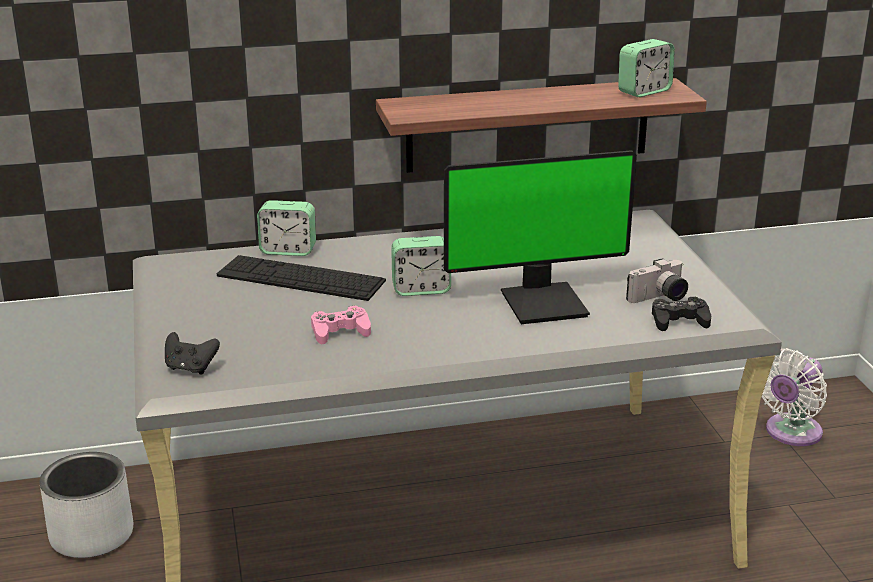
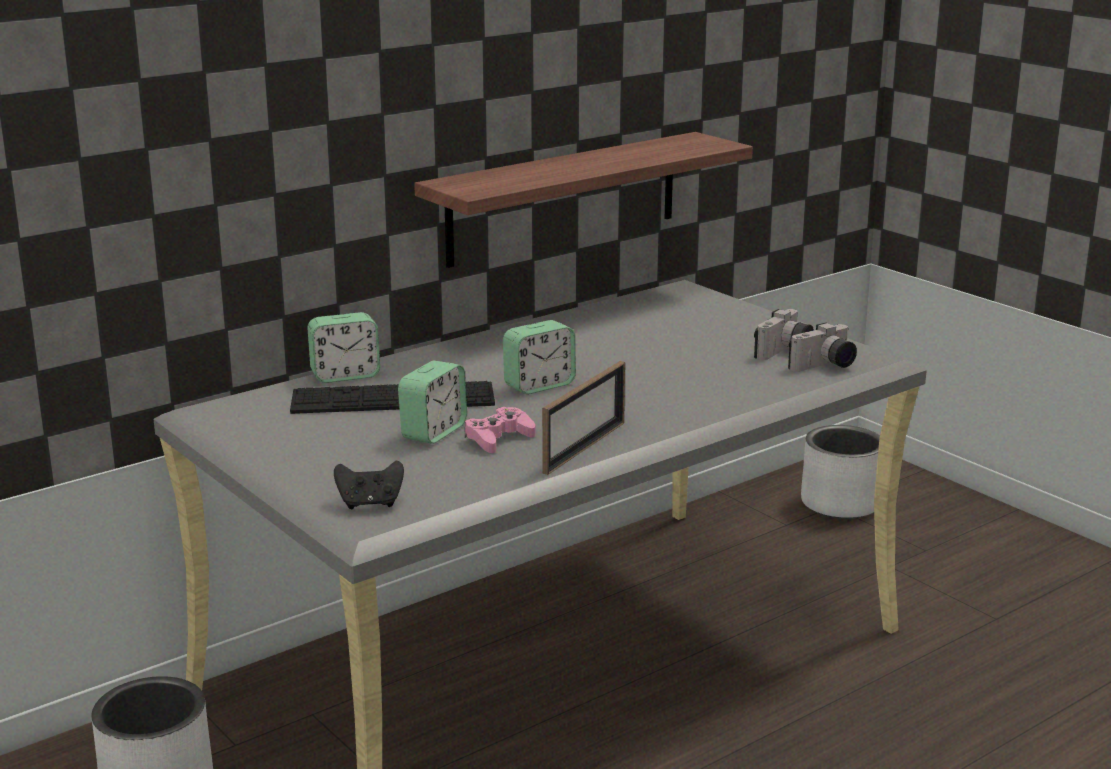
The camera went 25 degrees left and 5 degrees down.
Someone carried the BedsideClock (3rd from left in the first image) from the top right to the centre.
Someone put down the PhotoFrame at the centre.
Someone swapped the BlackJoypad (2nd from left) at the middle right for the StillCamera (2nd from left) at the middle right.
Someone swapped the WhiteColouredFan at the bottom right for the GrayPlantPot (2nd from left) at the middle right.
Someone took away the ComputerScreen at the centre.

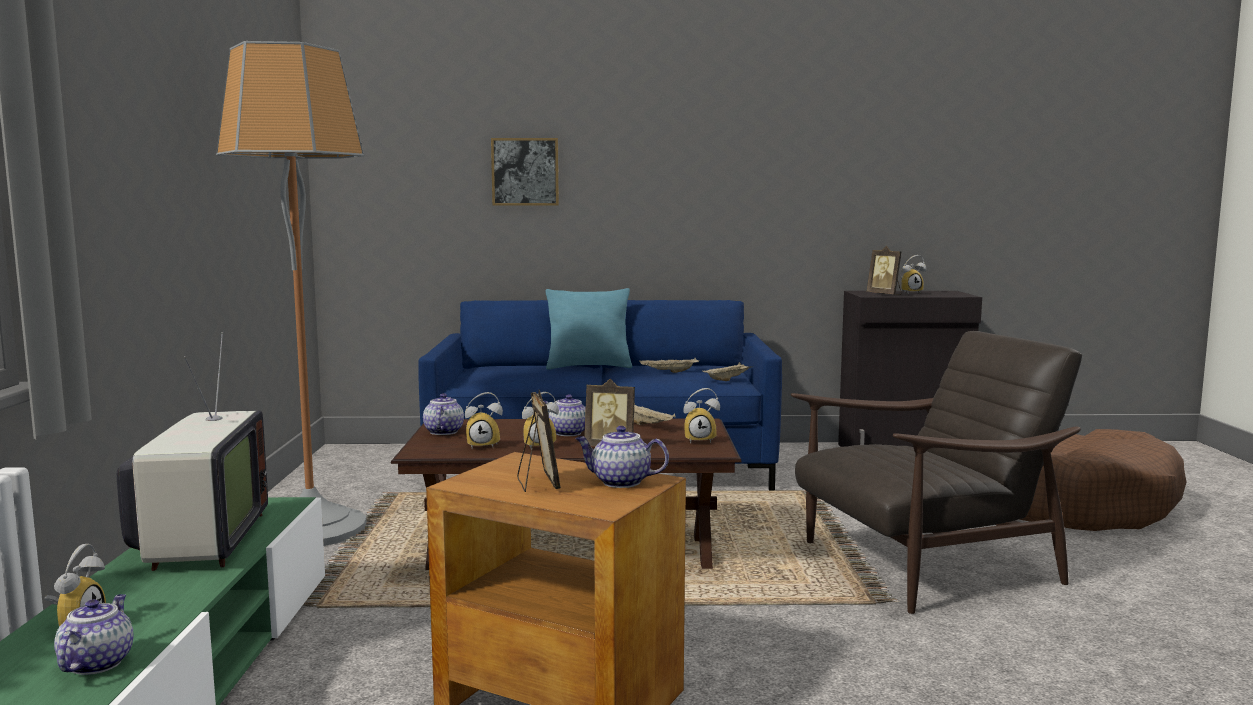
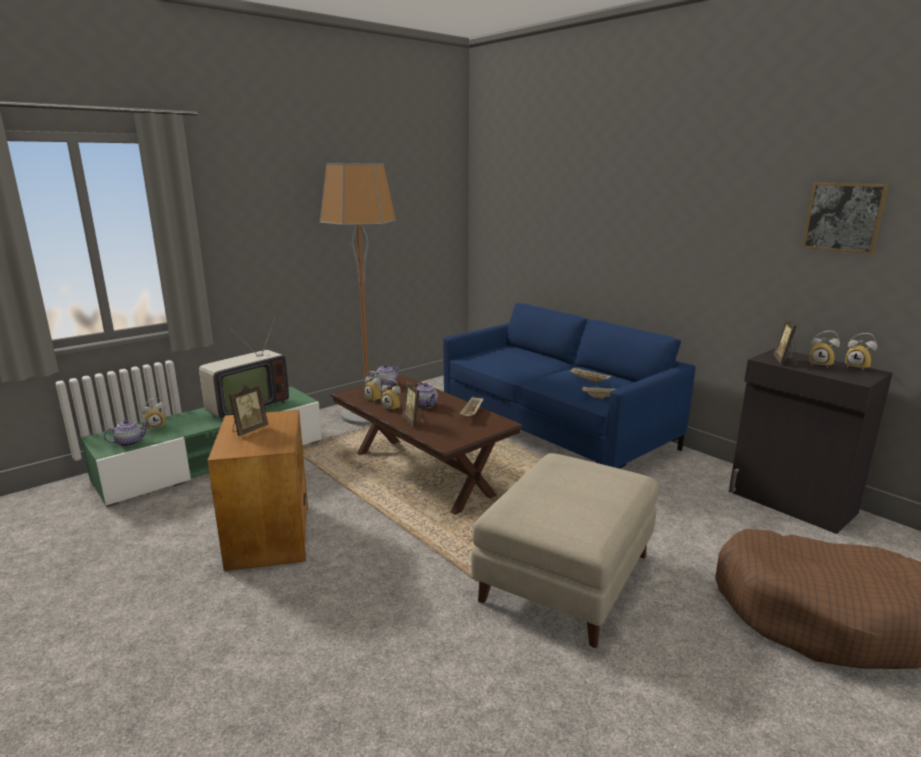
The camera went 50 degrees right and 10 degrees up.
Someone swapped the BrownEasyChair at the bottom right for the BeigeOttoman at the bottom centre.
Someone carried the Picture from the top centre to the top right.
Someone carried the BedsideClock (4th from left in the first image) from the centre to the middle right.
Someone took away the BlueGreenPillow at the centre.
Someone took away the TeaPot (4th from left) at the centre.

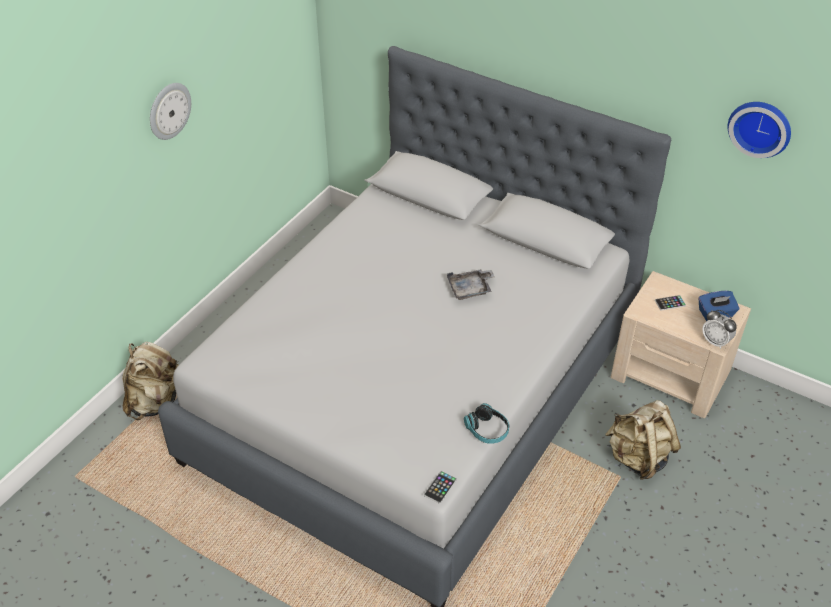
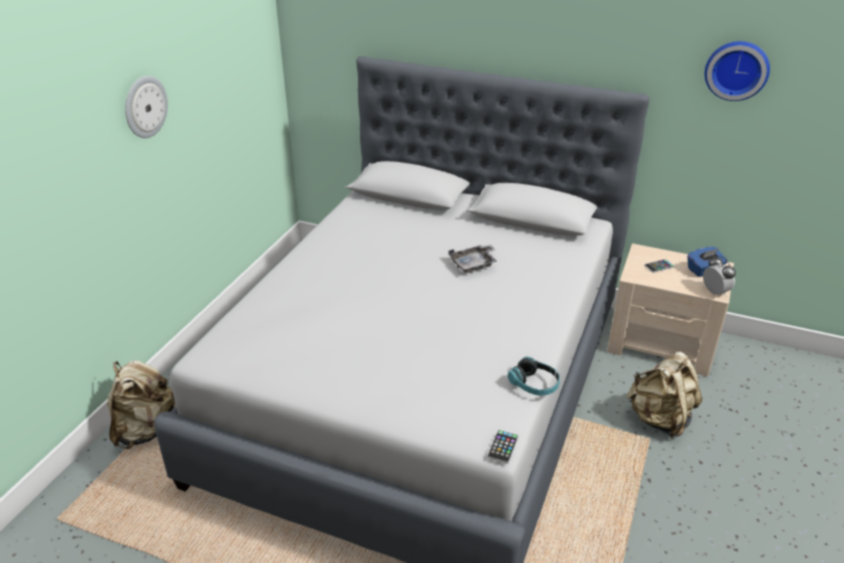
The camera went 10 degrees left and 10 degrees down.
Someone rotated the BedsideClock at the middle right by 150 degrees counterclockwise.

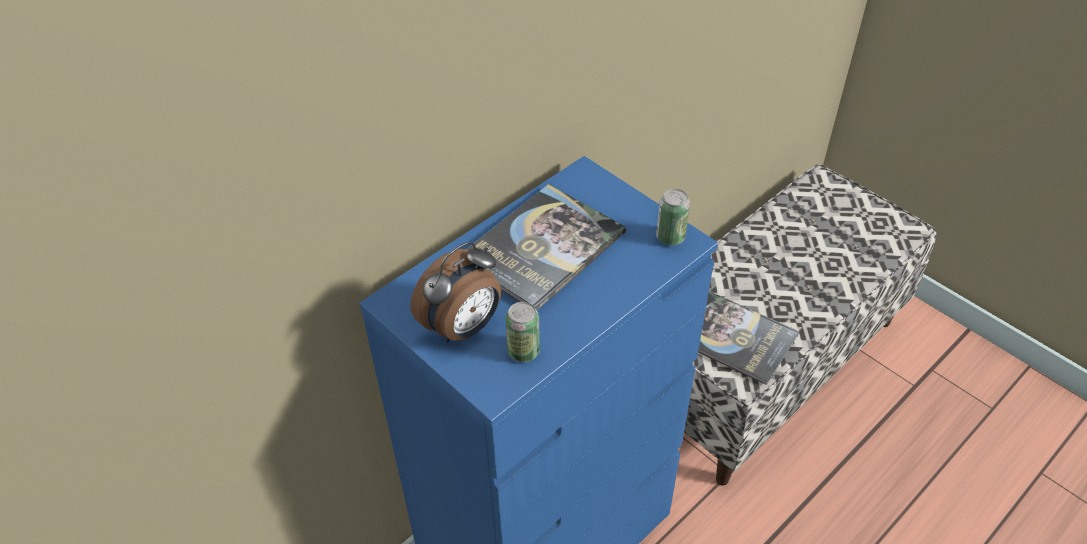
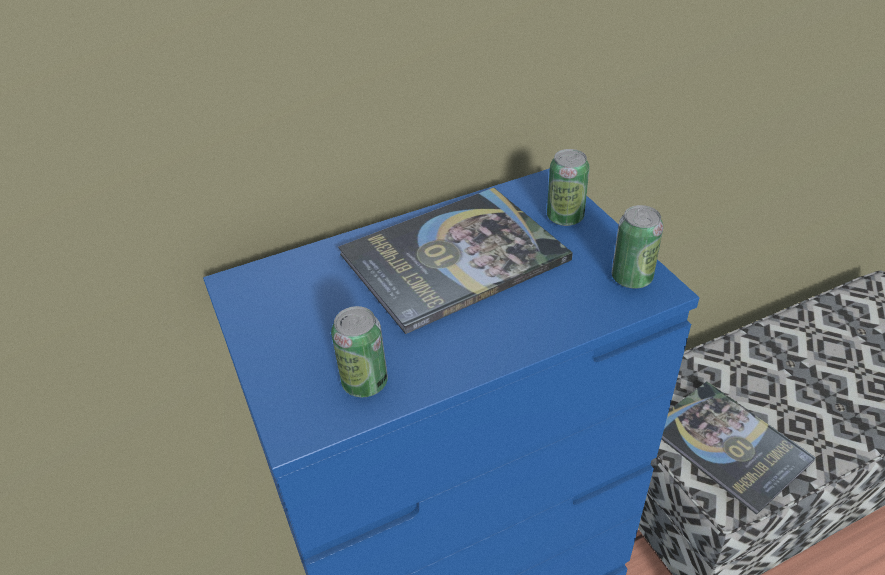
The camera went 20 degrees right and 5 degrees down.
Someone put down the SealedCan (2nd from left) at the top centre.
Someone took away the BedsideClock at the centre.

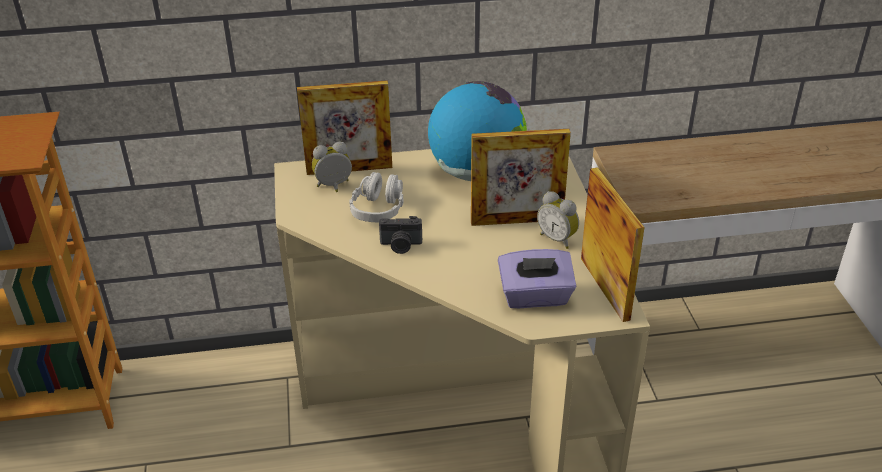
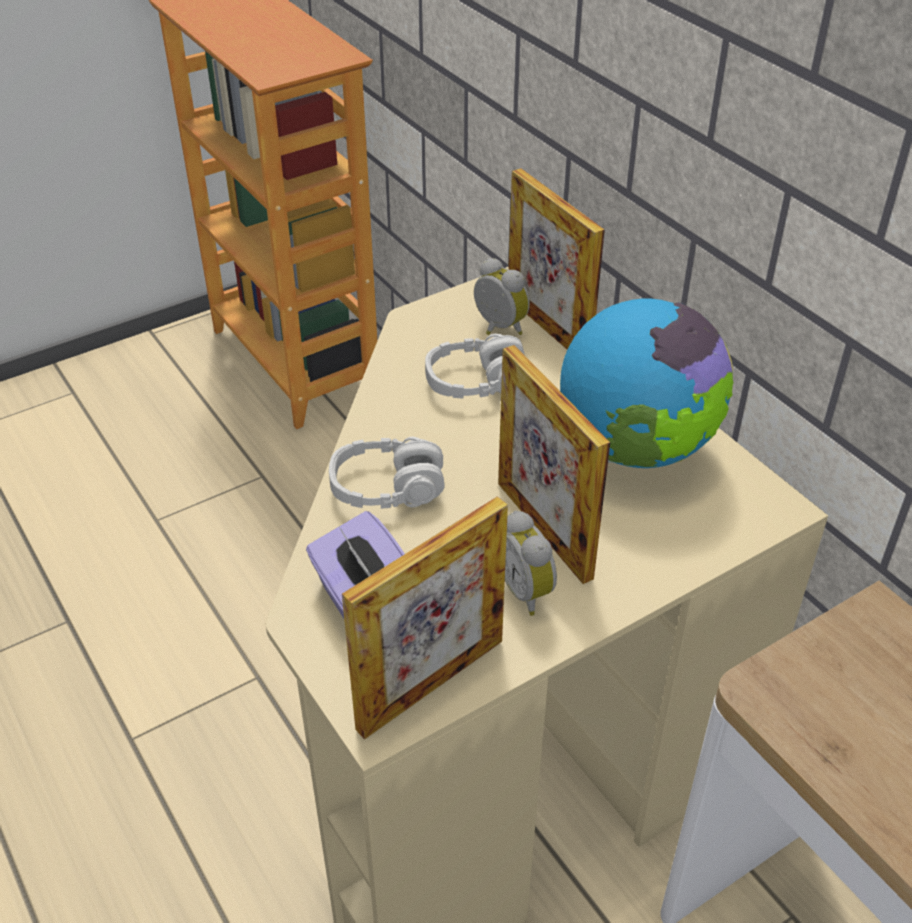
The camera went 65 degrees right and 5 degrees up.
Someone put down the GrayPairOfHeadphones (1st from left) at the centre.
Someone rotated the BedsideClock (2nd from left) at the centre by 45 degrees counterclockwise.
Someone took away the StillCamera at the centre.

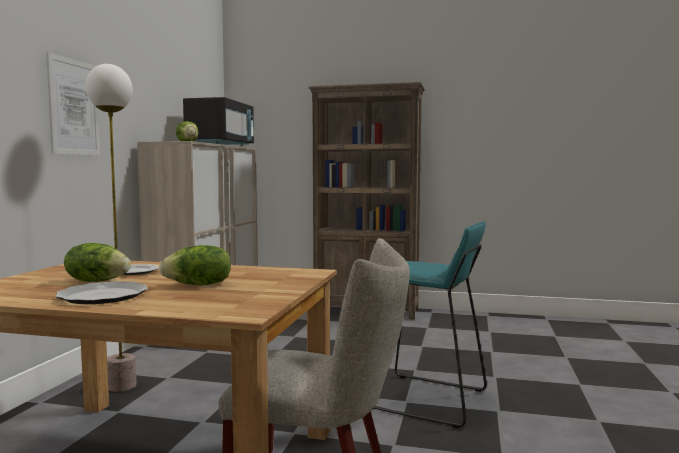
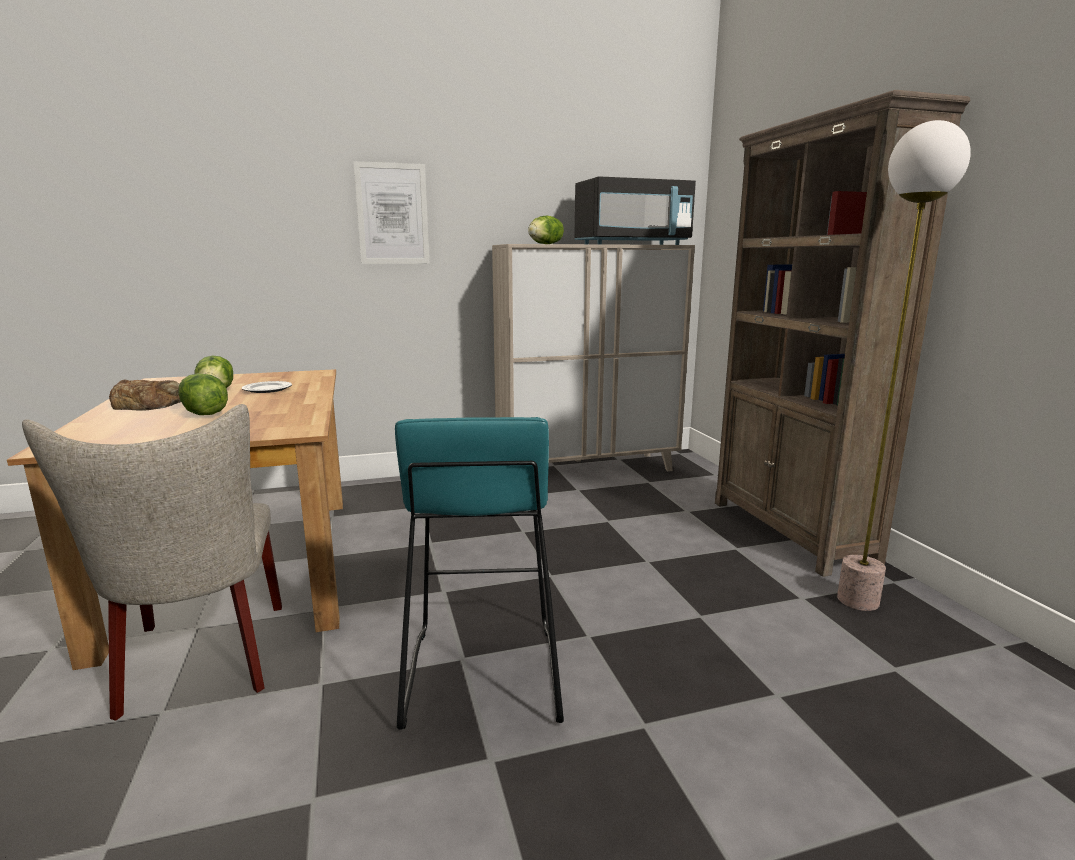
The camera went 60 degrees right and 10 degrees up.
Someone swapped the Plate (1st from left) at the middle left for the BakeryBread at the middle left.
Someone carried the StandingLamp from the middle left to the middle right.

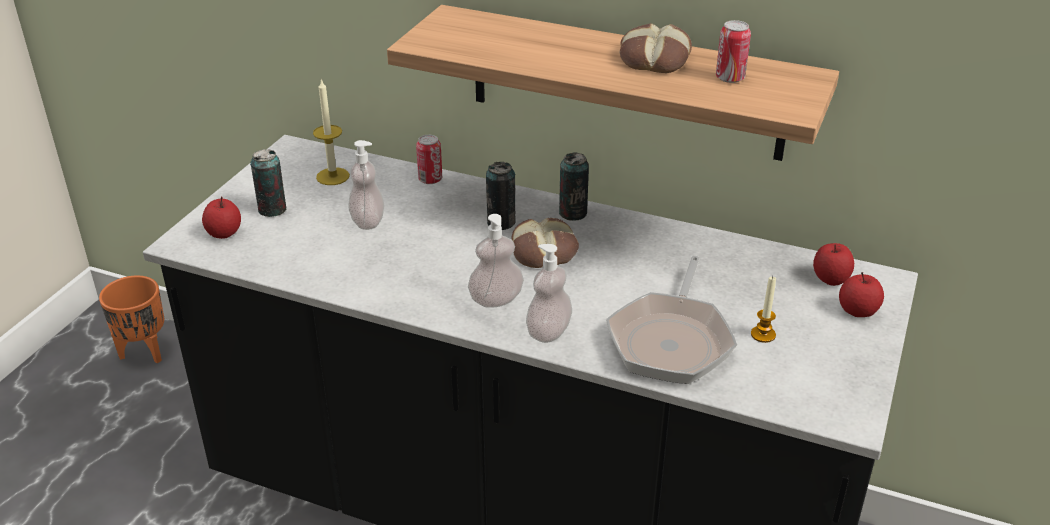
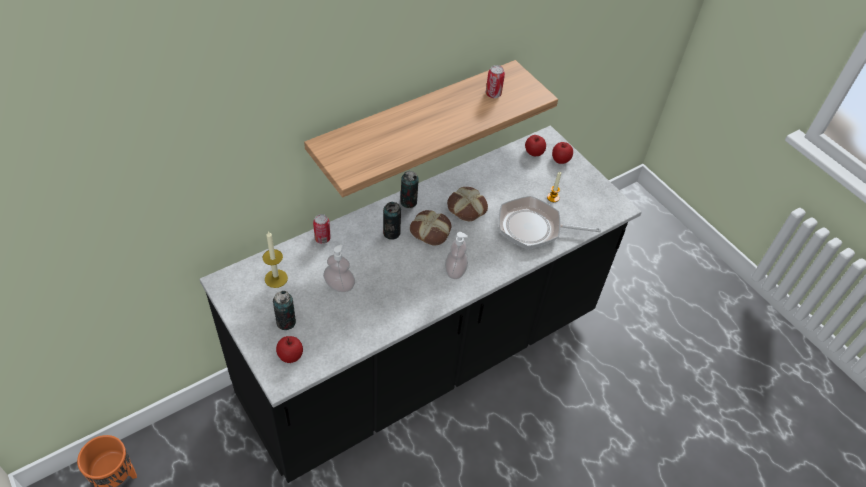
The camera went 60 degrees left and 15 degrees up.
Someone carried the BakeryBread (2nd from left) from the top centre to the centre.
Someone rotated the Skillet at the centre by 135 degrees clockwise.
Someone took away the LiquidSoapBottle (3rd from left) at the centre.

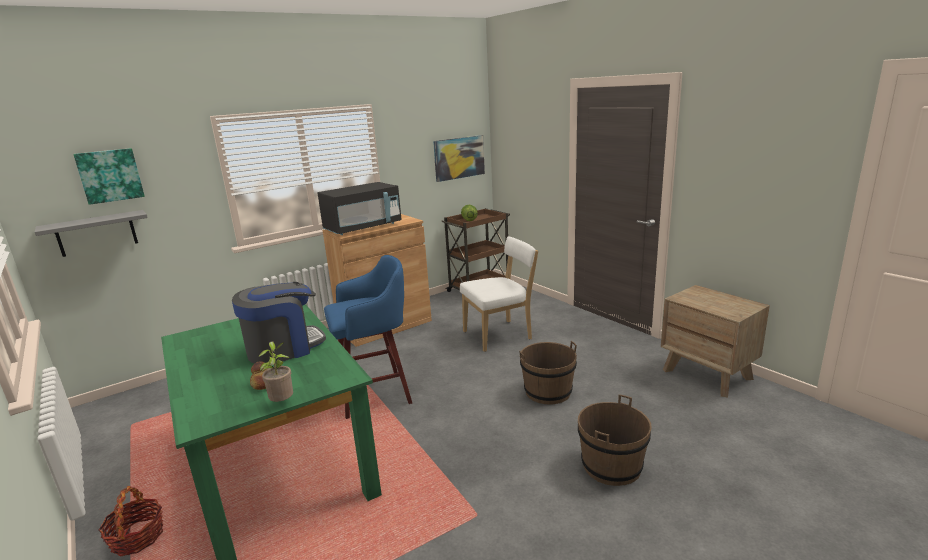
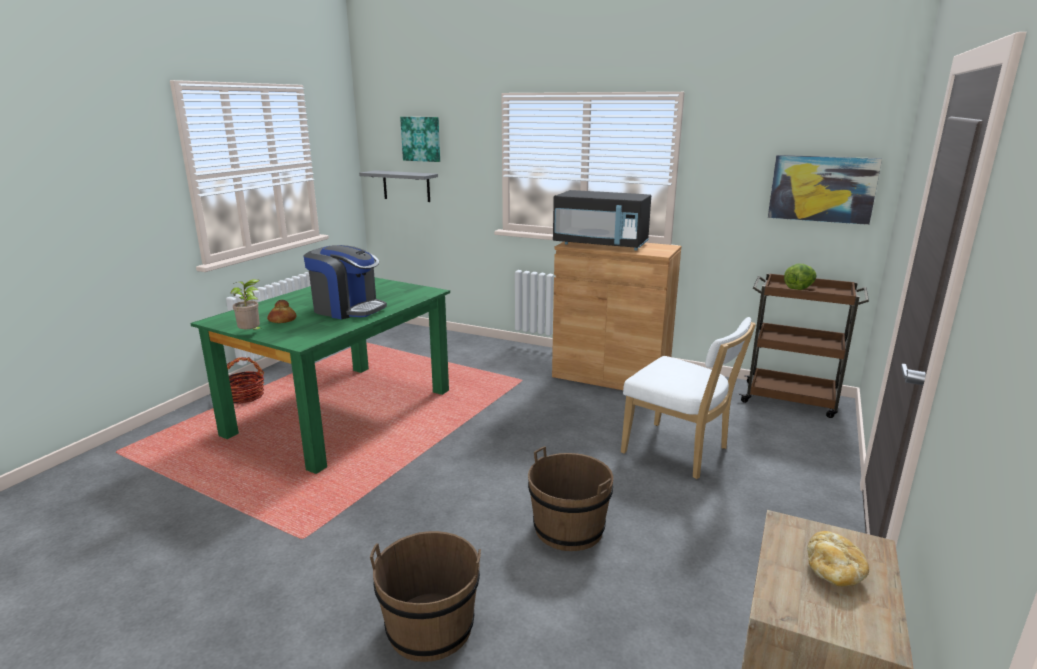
The camera went 60 degrees right and 0 degrees up.
Someone put down the BakeryBread (2nd from left) at the bottom right.
Someone took away the BluishStoolSeat at the centre.

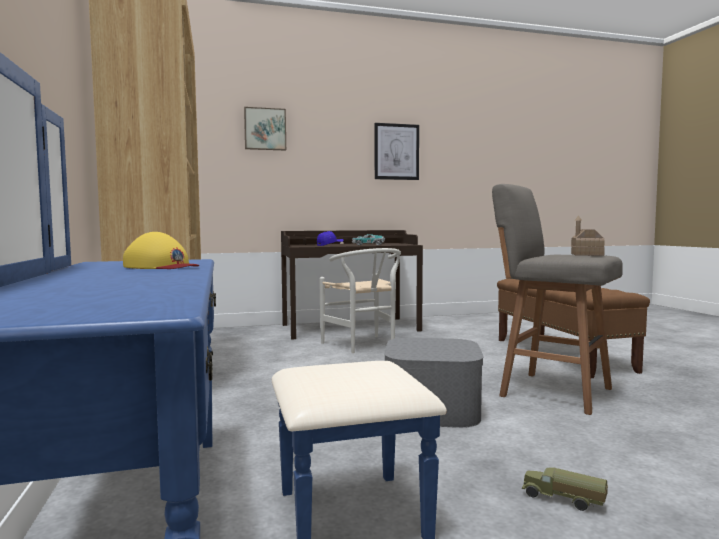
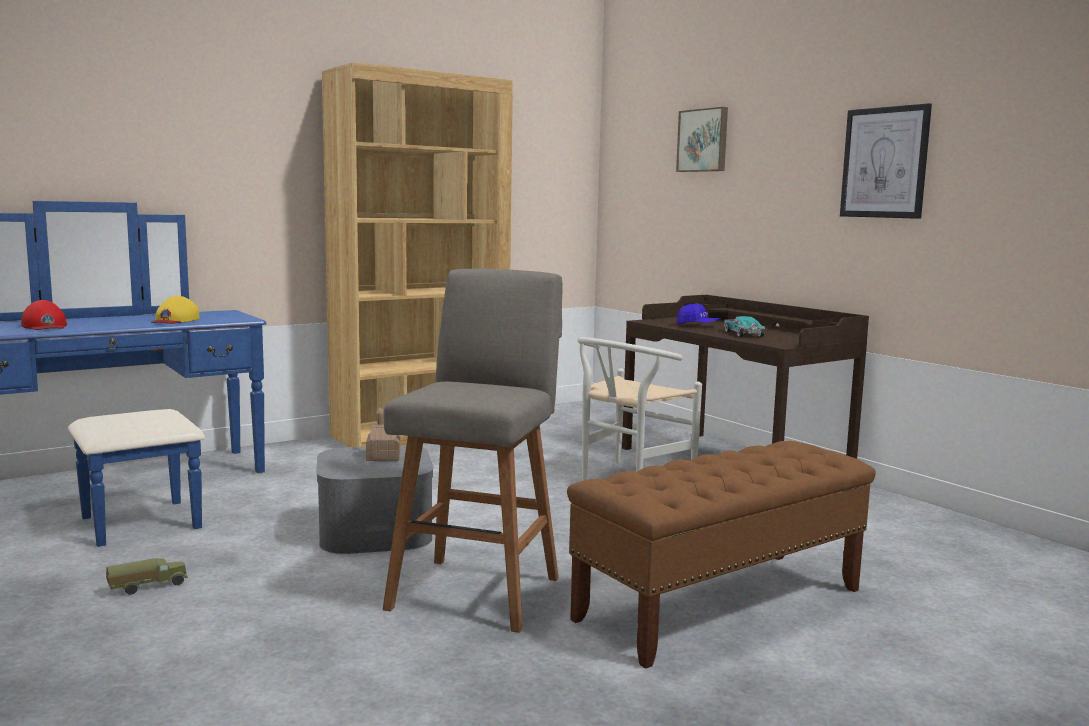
The camera went 70 degrees right and 5 degrees up.
Someone put down the RedBaseballCap at the middle left.
Someone rotated the ToyTruck at the bottom right by 45 degrees clockwise.
Someone carried the MiniatureHouse from the middle right to the centre.

